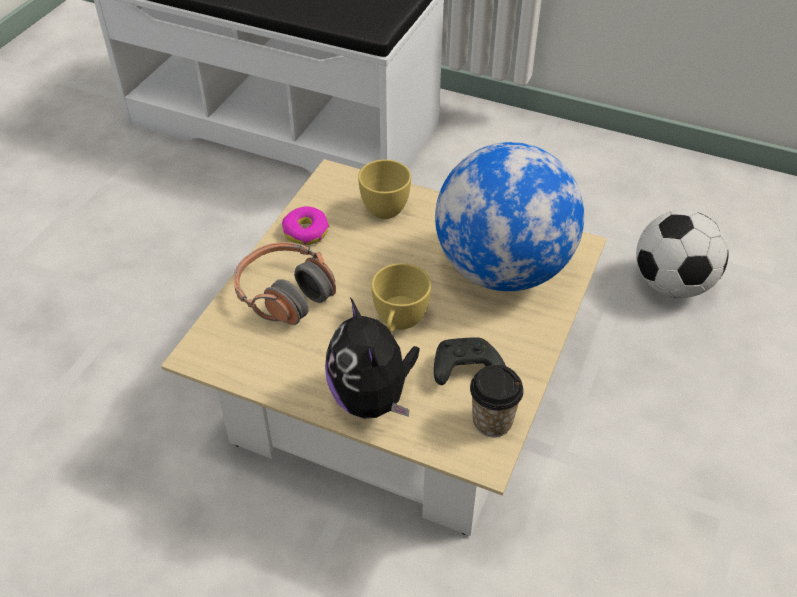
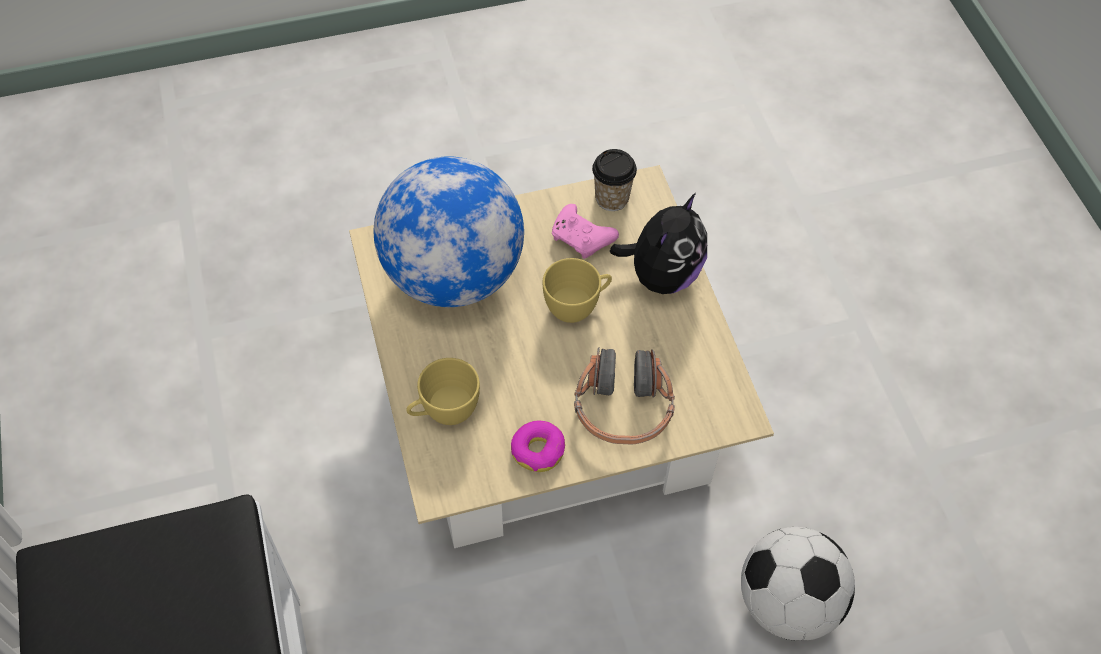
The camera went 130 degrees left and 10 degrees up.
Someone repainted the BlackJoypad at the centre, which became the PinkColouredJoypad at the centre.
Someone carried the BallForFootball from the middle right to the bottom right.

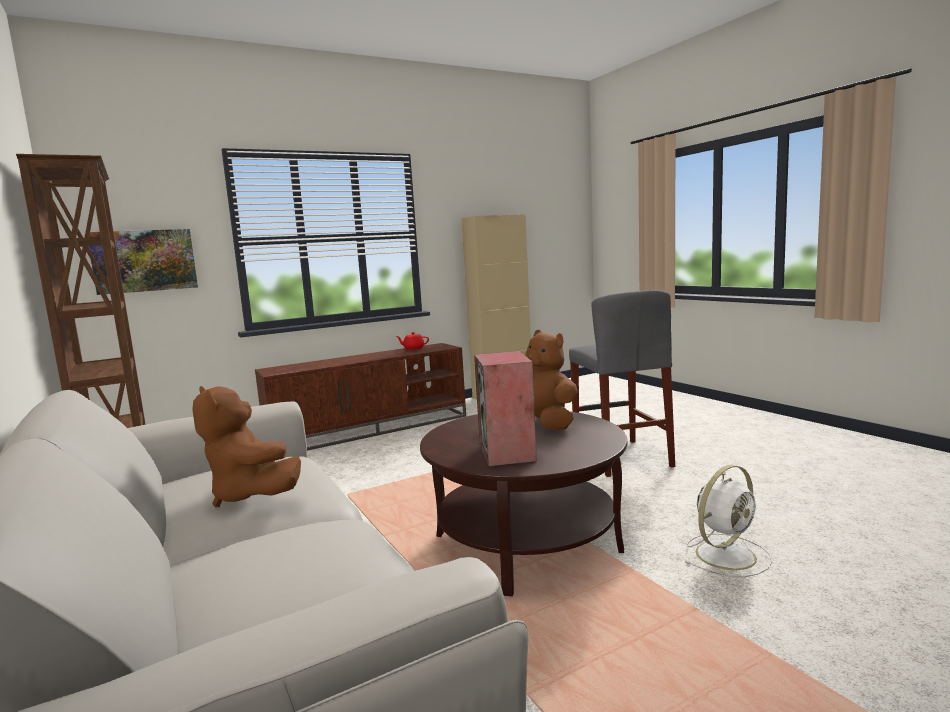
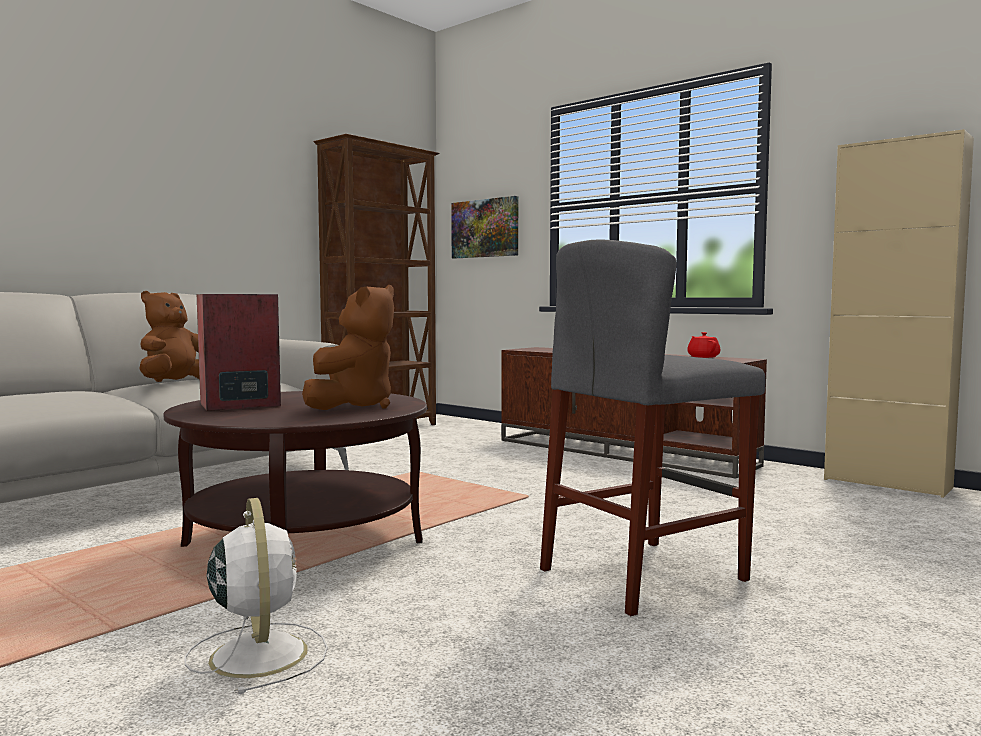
The camera went 70 degrees right and 5 degrees down.
Someone rotated the WhiteColouredFan at the bottom right by 150 degrees counterclockwise.

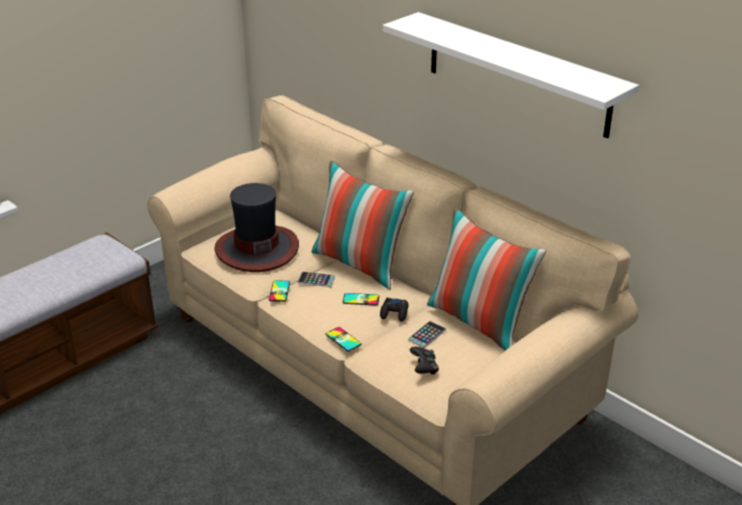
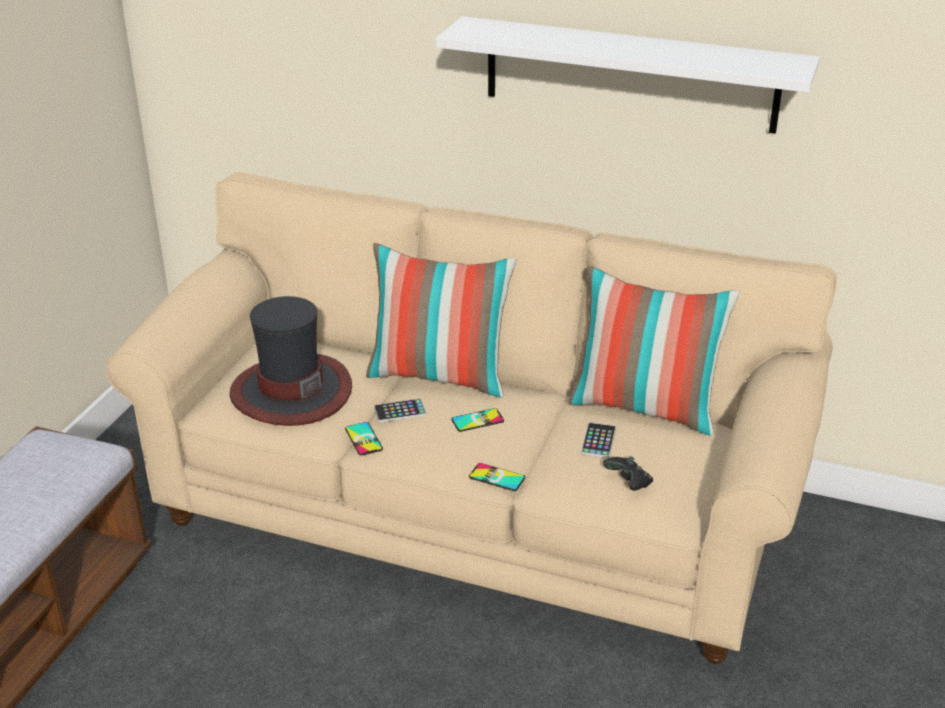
The camera went 25 degrees left and 0 degrees up.
Someone took away the BlackJoypad (1st from left) at the centre.

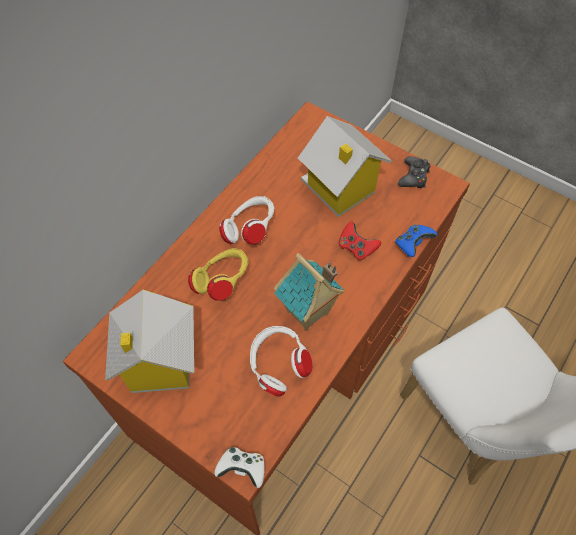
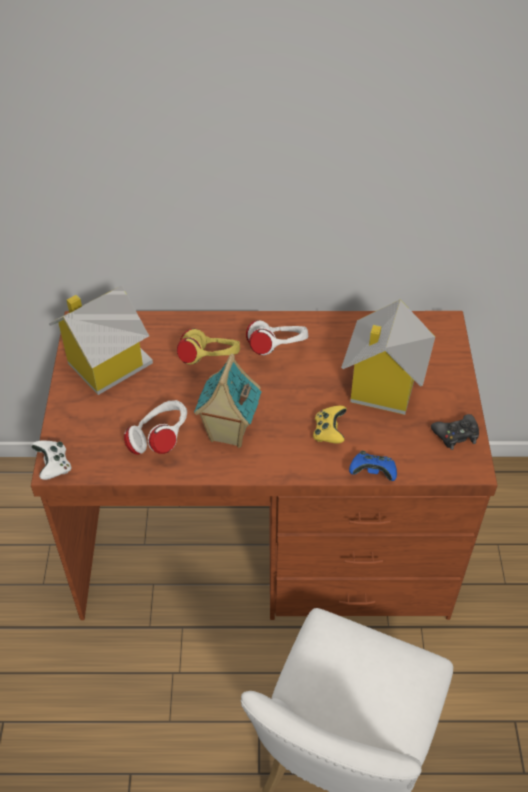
The camera went 55 degrees right and 10 degrees down.
Someone repainted the RedJoypad at the centre, which became the YellowJoypad at the centre.

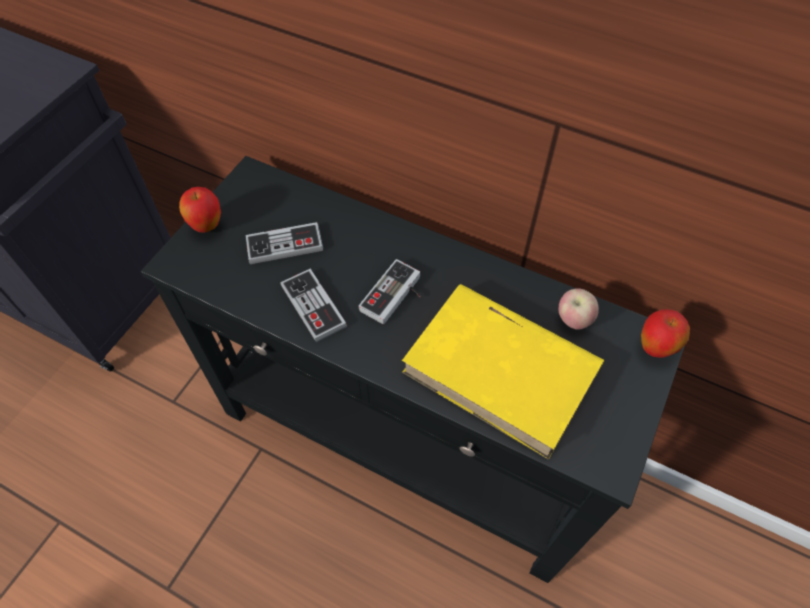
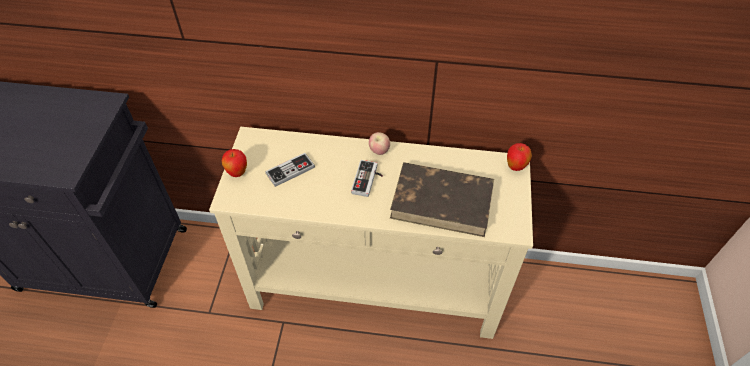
The camera went 20 degrees left and 5 degrees down.
Someone repainted the BlackNarrowTable at the centre, which became the BeigeNarrowTable at the centre.
Someone carried the AppleFruit (2nd from left) from the middle right to the centre.
Someone repainted the YellowVolume at the centre, which became the BrownVolume at the centre.
Someone took away the Joypad (2nd from left) at the centre.

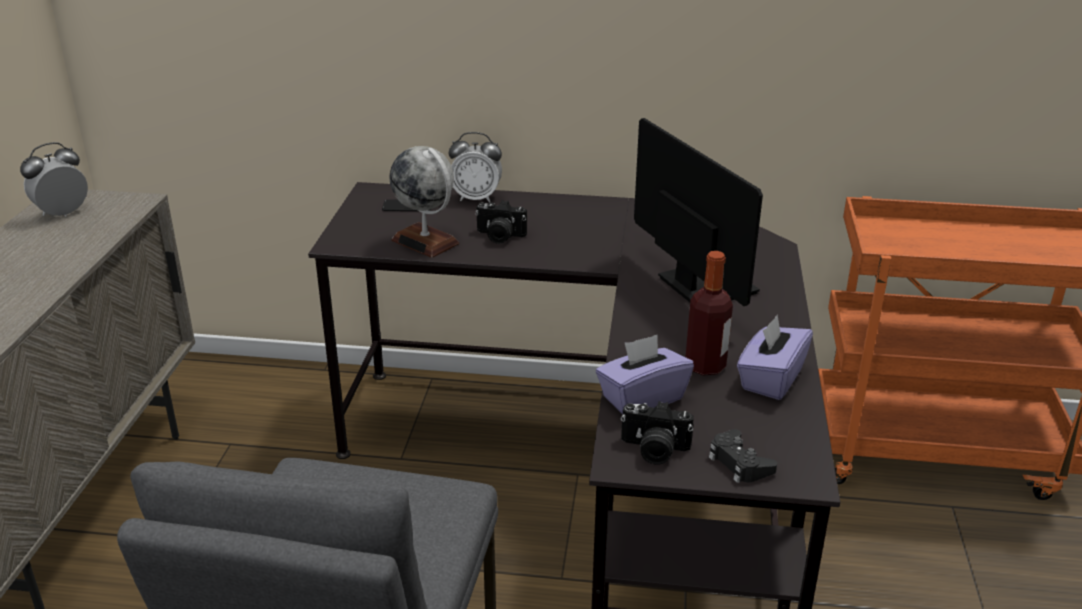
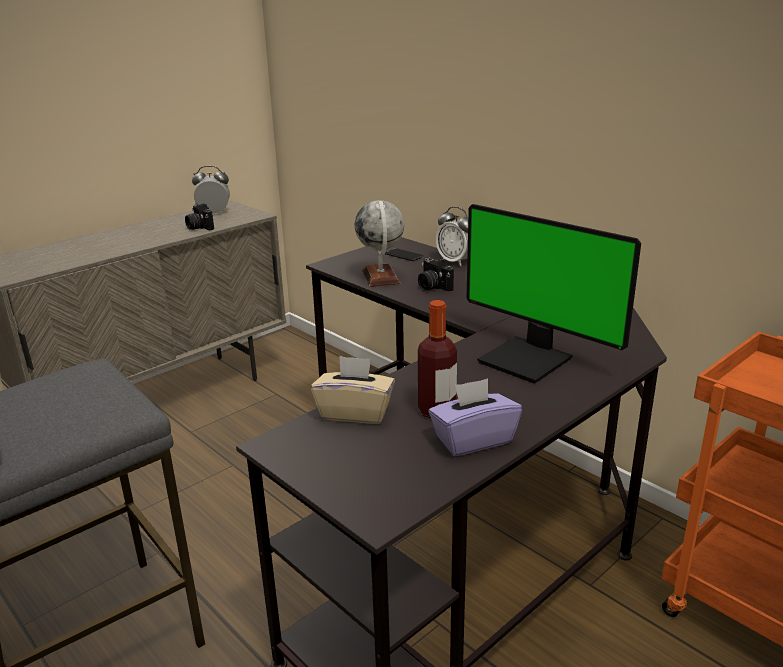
The camera went 40 degrees right and 5 degrees down.
Someone carried the StillCamera (2nd from left in the first image) from the bottom centre to the top left.
Someone repainted the PurpleColouredTissueHolder (1st from left) at the centre, which became the BeigeTissueHolder at the centre.
Someone rotated the ComputerScreen at the centre by 120 degrees clockwise.
Someone took away the BlackJoypad at the bottom right.

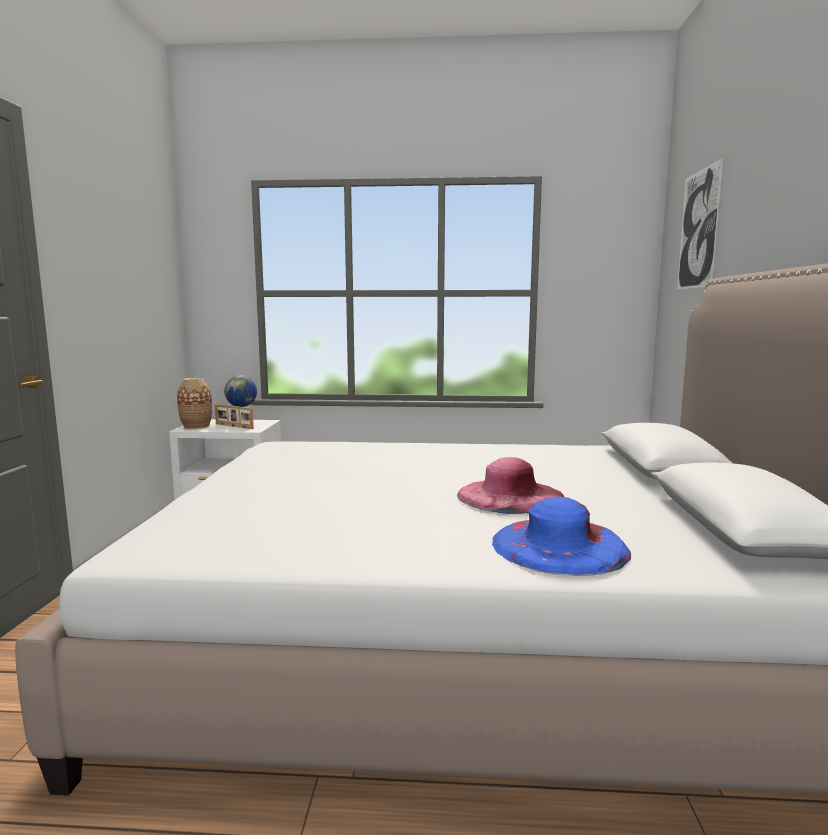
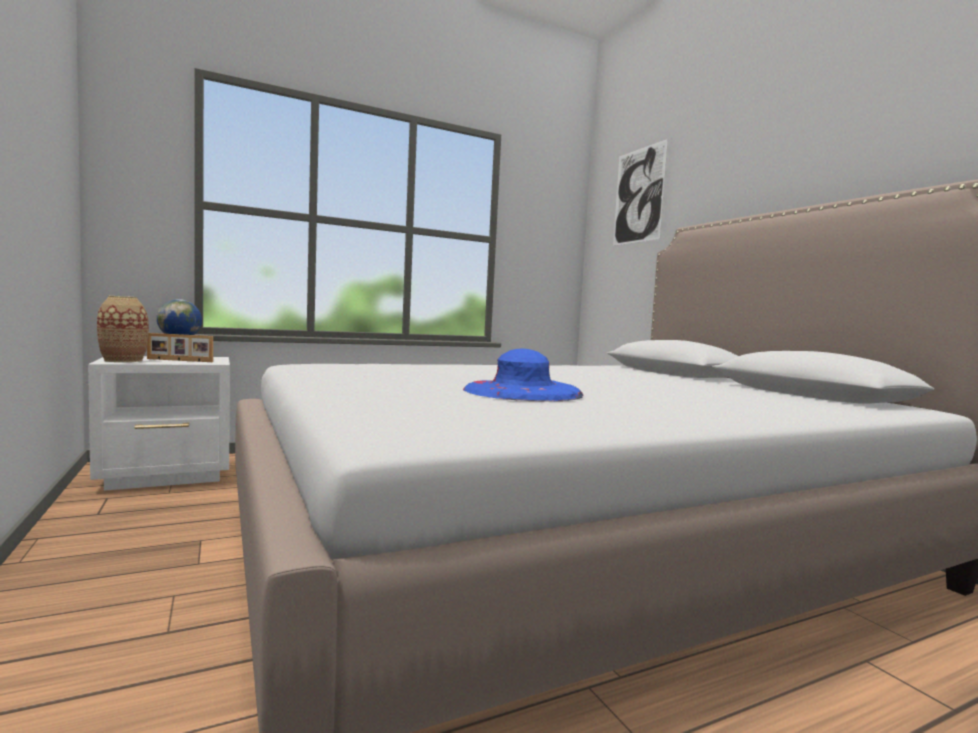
The camera went 30 degrees left and 5 degrees down.
Someone carried the BluishHat from the middle right to the centre.
Someone took away the PinkColouredHat at the centre.

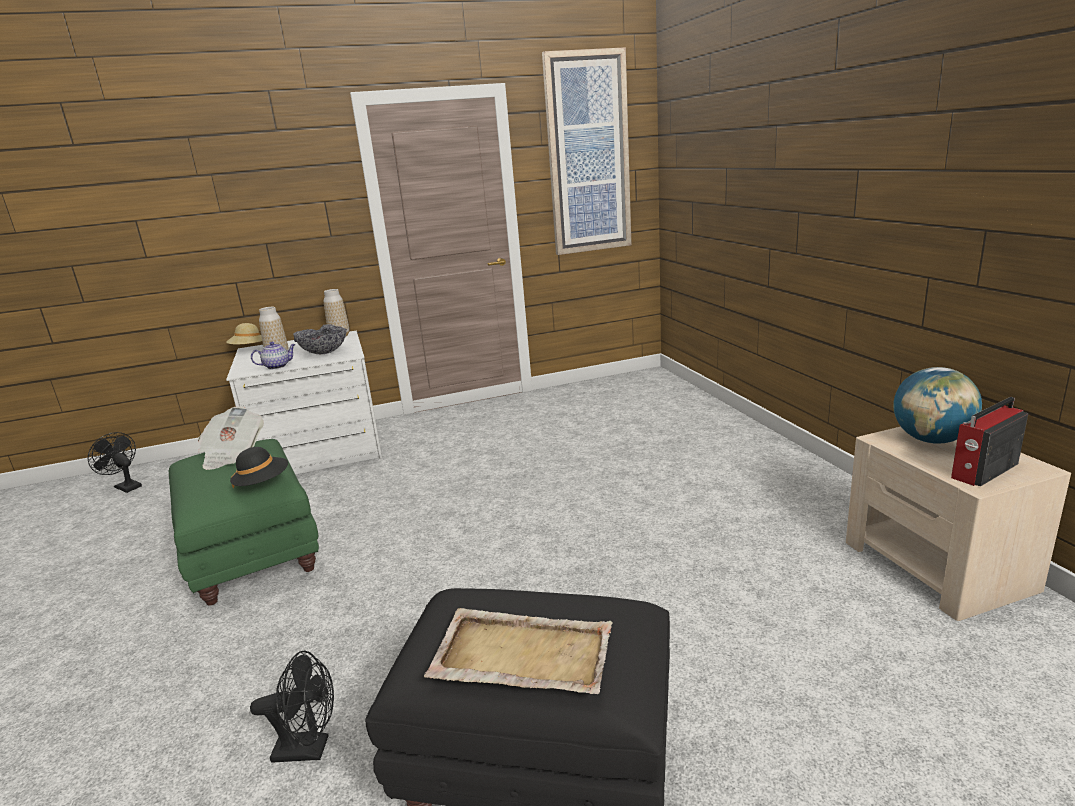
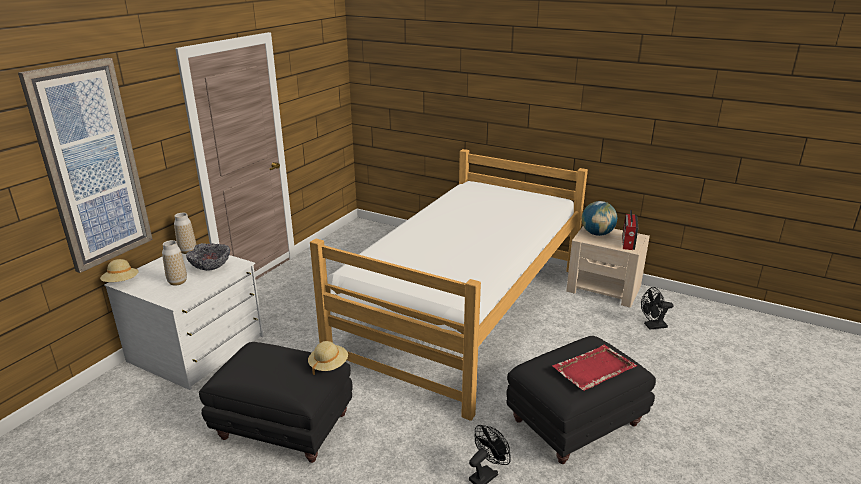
The camera went 45 degrees left and 5 degrees up.
Someone carried the Picture from the top centre to the middle left.
Someone repainted the GreenOttoman at the middle left, which became the BlackOttoman (1st from left) at the bottom left.
Someone repainted the BlackHat at the middle left, which became the BeigeHat (2nd from left) at the bottom centre.
Someone put down the SleepingBed at the centre.
Someone repainted the BeigeTray at the bottom centre, which became the RedTray at the bottom right.
Someone carried the BlackFan (1st from left in the first image) from the middle left to the middle right.
Someone took away the Newspaper at the middle left.
Someone took away the TeaPot at the middle left.

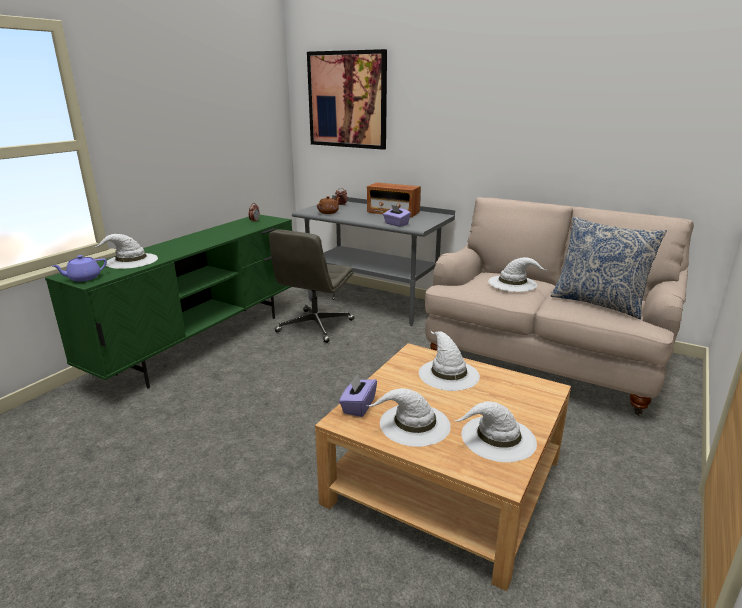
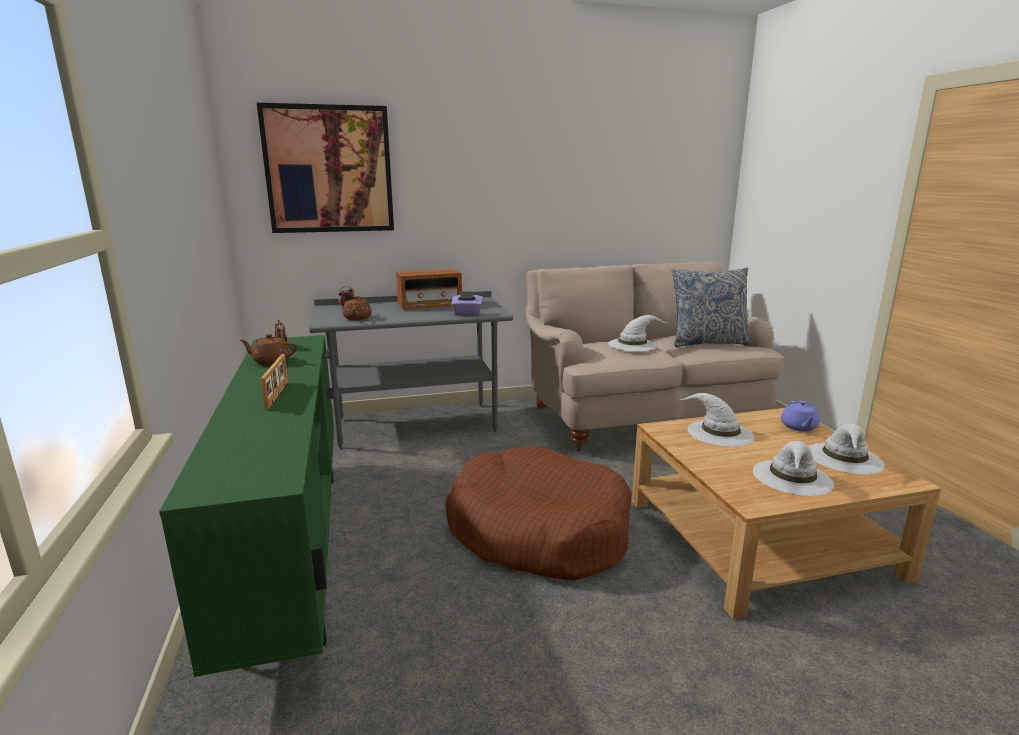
The camera went 45 degrees left and 5 degrees down.
Someone put down the BrownTeaPot (1st from left) at the middle left.
Someone put down the PhotoFrame at the middle left.
Someone put down the BrownDogBed at the bottom centre.
Someone carried the PurpleColouredTeaPot from the middle left to the middle right.
Someone took away the WhiteColouredHat (1st from left) at the middle left.
Someone took away the GrayDeskChair at the centre.
Someone took away the PurpleColouredTissueHolder (1st from left) at the centre.

